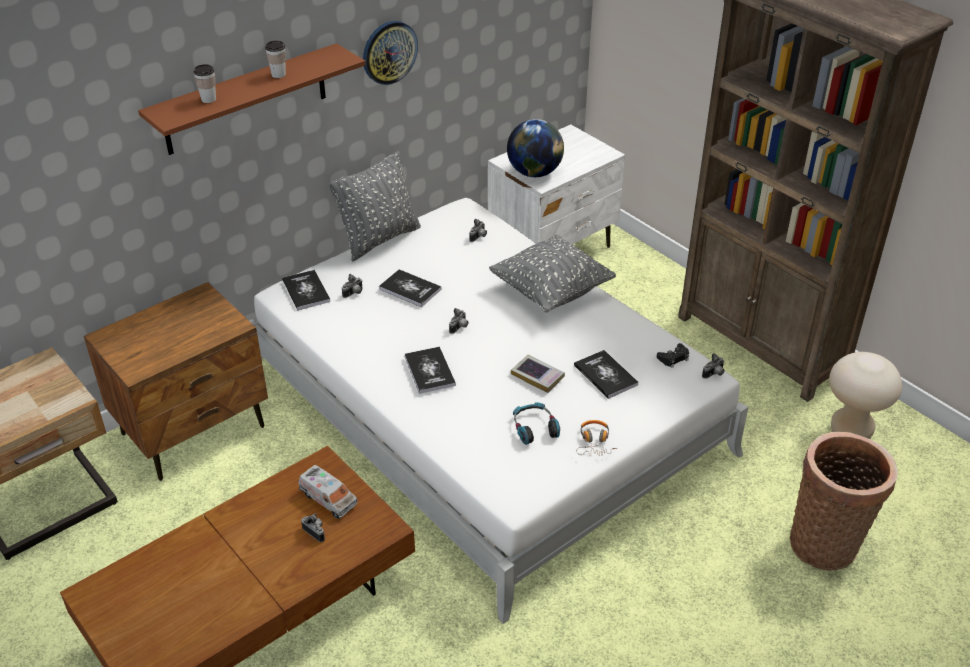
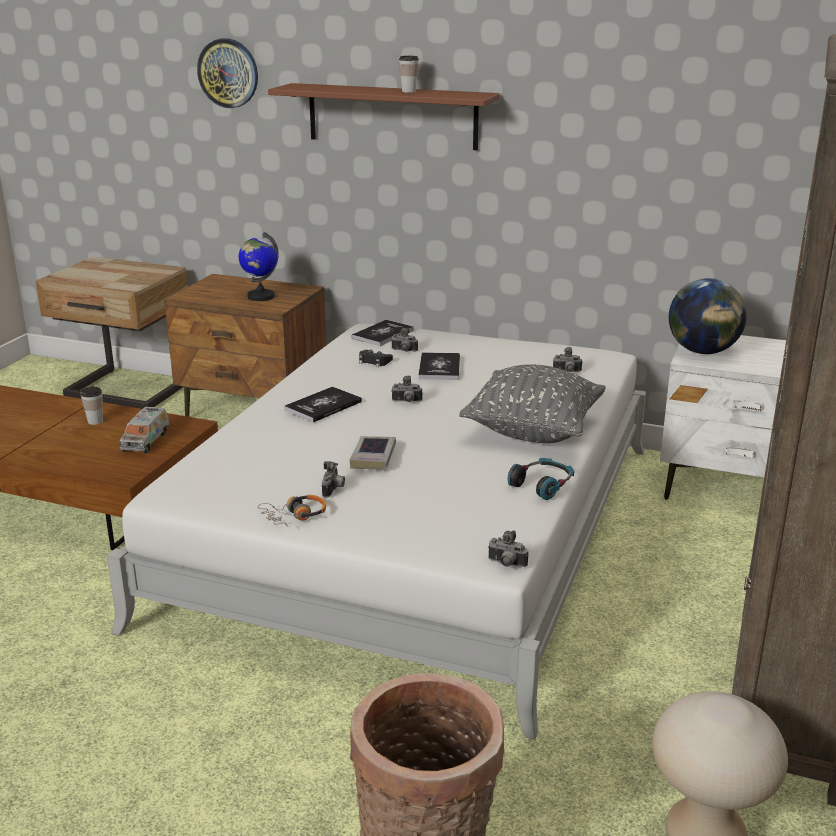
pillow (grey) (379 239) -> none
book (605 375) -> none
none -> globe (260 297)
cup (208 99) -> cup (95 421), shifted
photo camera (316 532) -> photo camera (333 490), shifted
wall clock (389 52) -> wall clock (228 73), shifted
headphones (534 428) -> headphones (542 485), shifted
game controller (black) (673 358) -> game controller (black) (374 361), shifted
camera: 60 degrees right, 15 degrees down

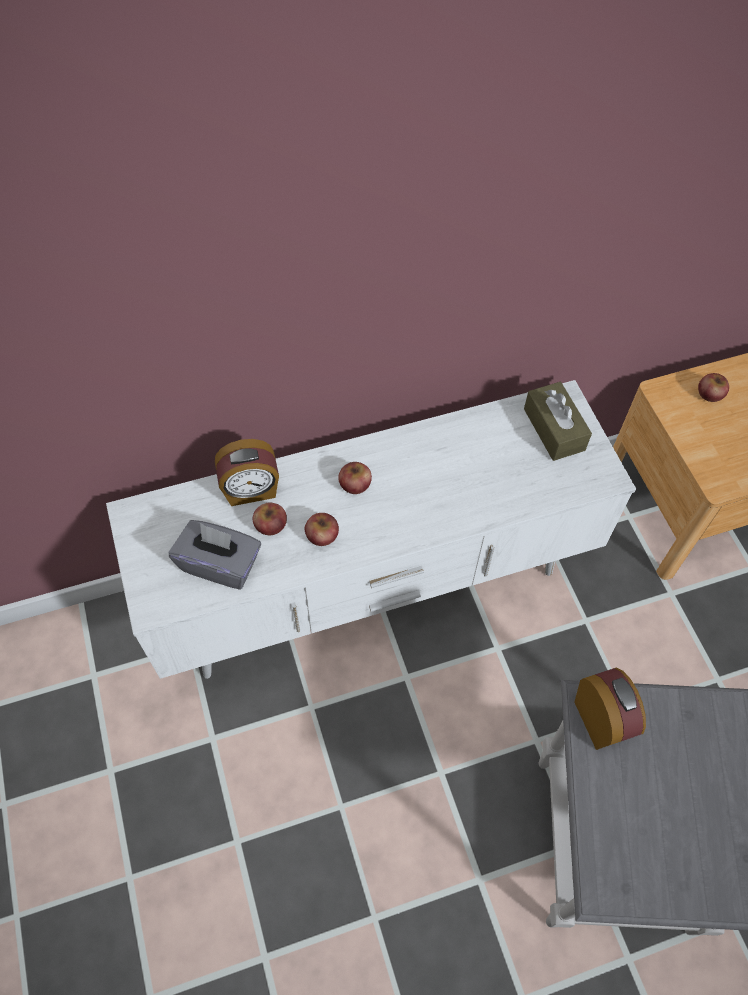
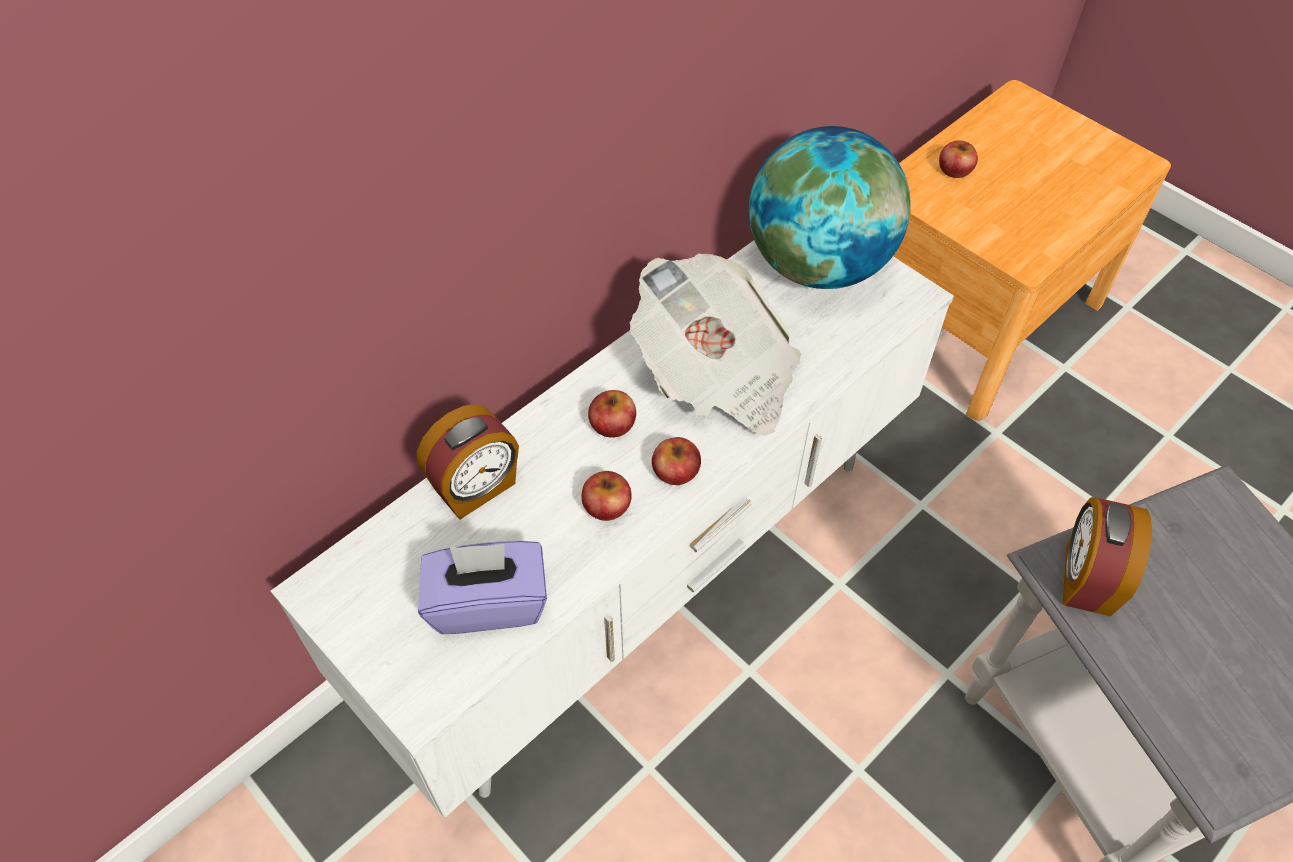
none -> newspaper (716 374)
apple (270 524) -> apple (676 471), shifted
tissue box (brown) (554 429) -> globe (819 265)
tissue box (grey) (220 564) -> tissue box (purple) (488 602)
alarm clock (601 720) -> alarm clock (1085 579), 120 degrees counterclockwise
camera: 25 degrees left, 5 degrees down

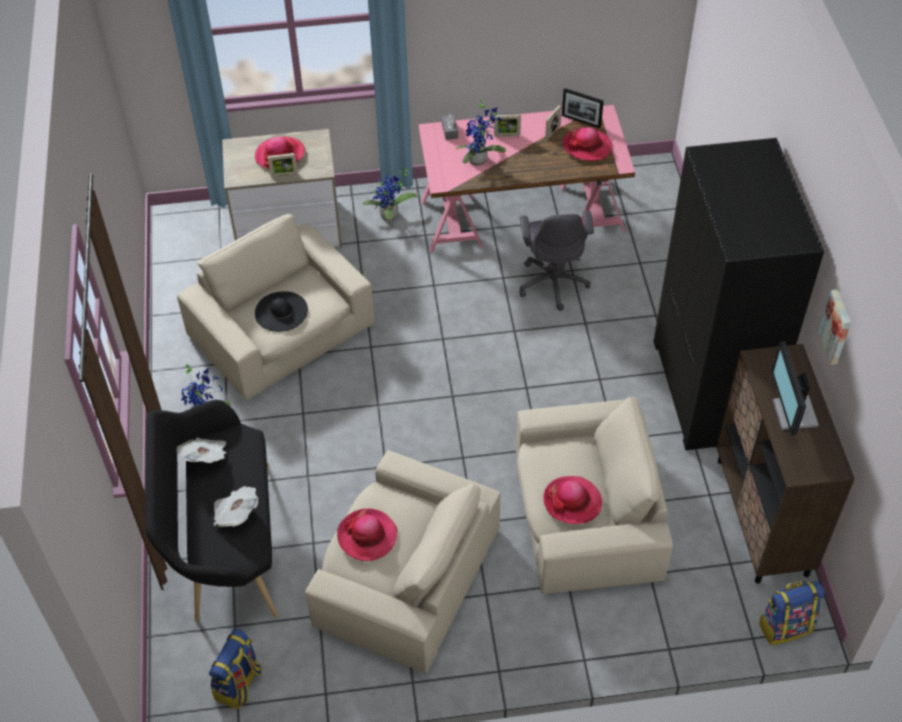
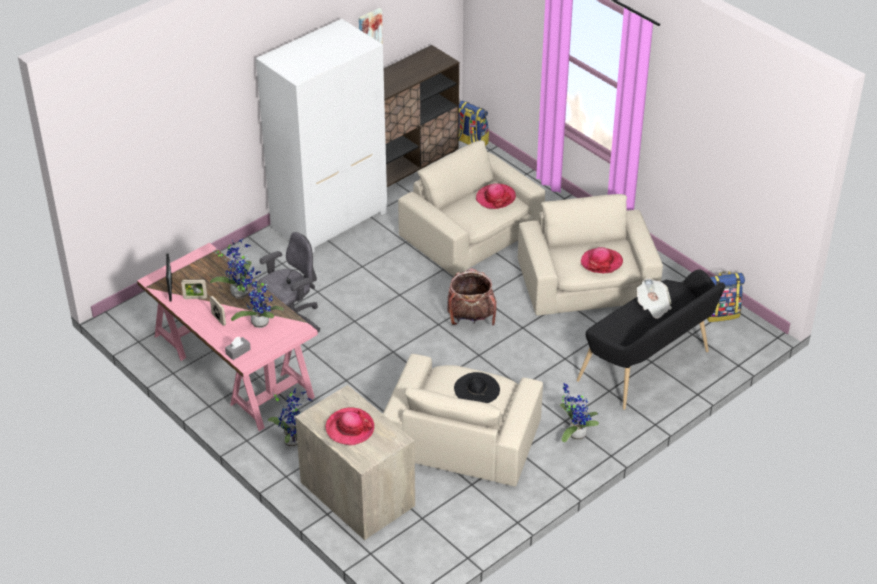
newspaper (206 457) -> none
picture frame (284 175) -> none
hat (587 146) -> none
monitor (793 414) -> none
none -> potted plant (240 292)
none -> backpack (471 317)
wardrobe (black) (710 391) -> wardrobe (white) (329 218)
camera: 125 degrees left, 10 degrees down

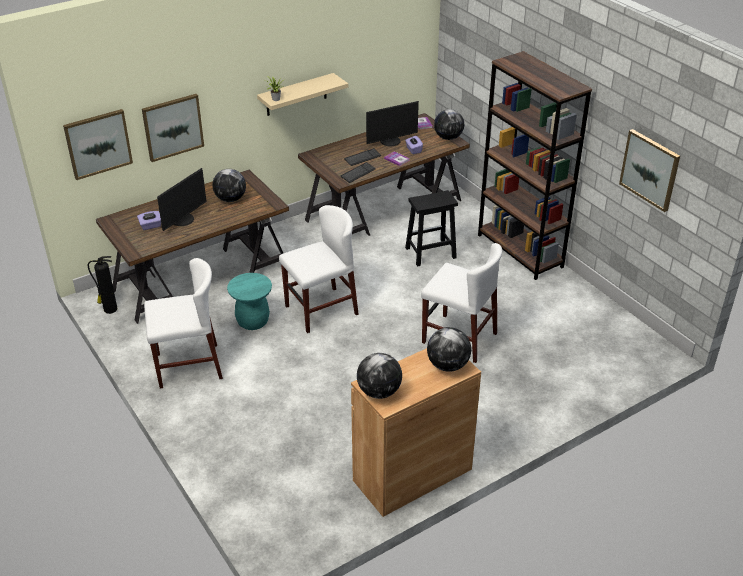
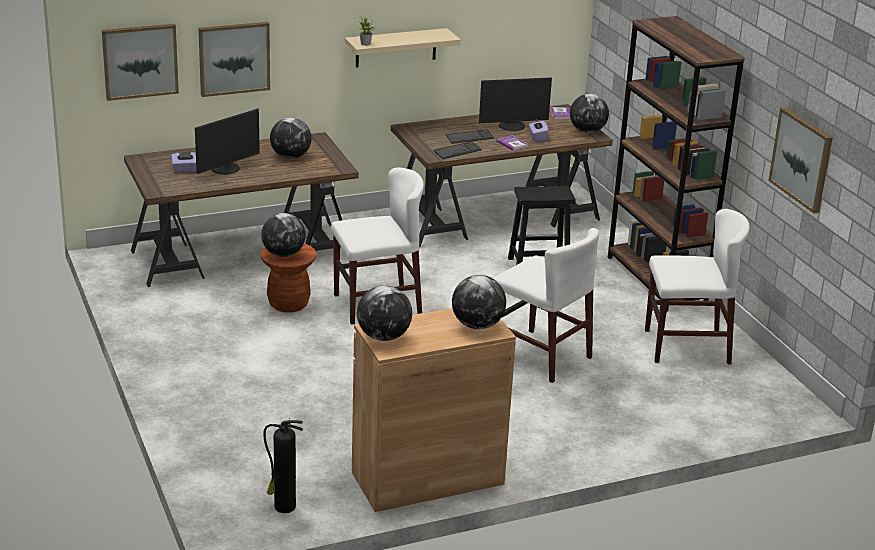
none -> globe (283 254)
fire extinguisher (109 309) -> fire extinguisher (283 506), shifted
chair (white) (188 366) -> chair (white) (686 346), shifted
stool (turquoise) (253 321) -> stool (brown) (288 304)
camera: 10 degrees right, 10 degrees down

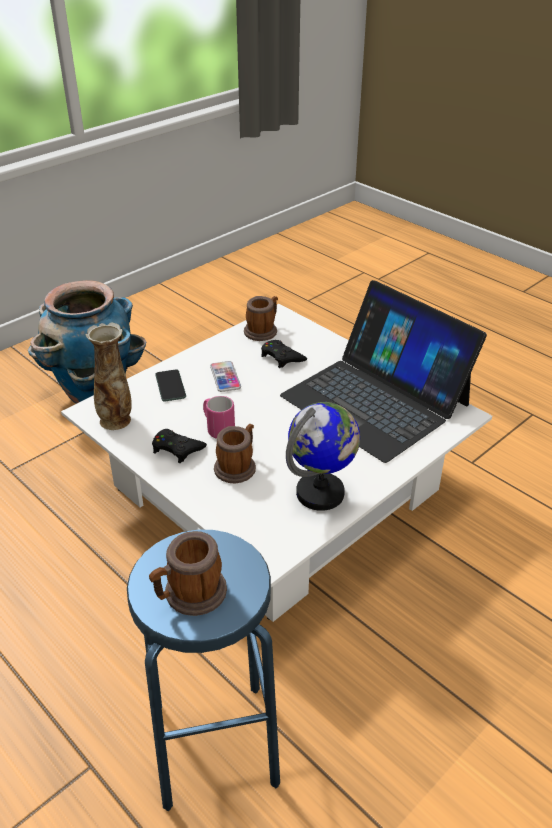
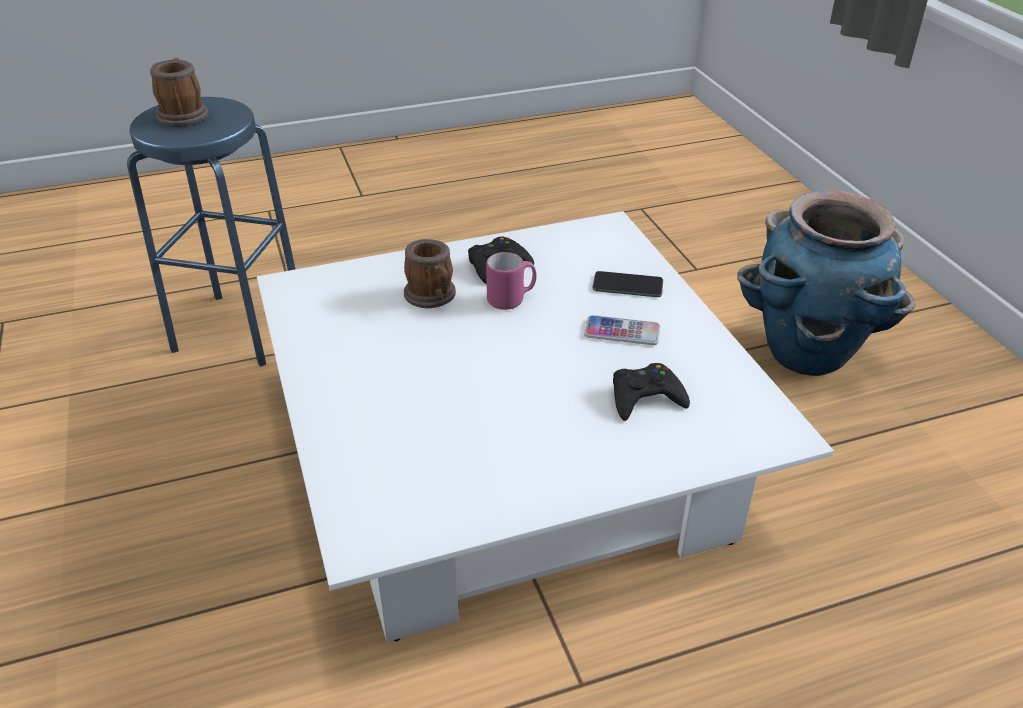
vase (116 420) -> none
mug (263 330) -> none
laptop (375 399) -> none
globe (321 493) -> none
camera: 115 degrees right, 0 degrees up

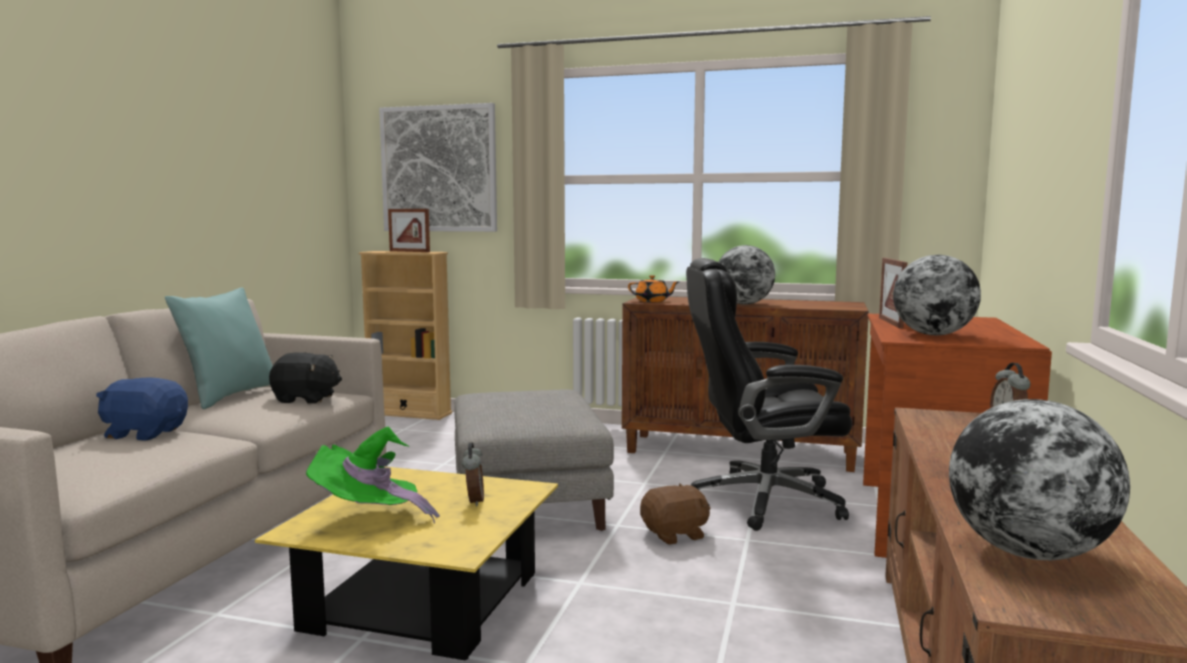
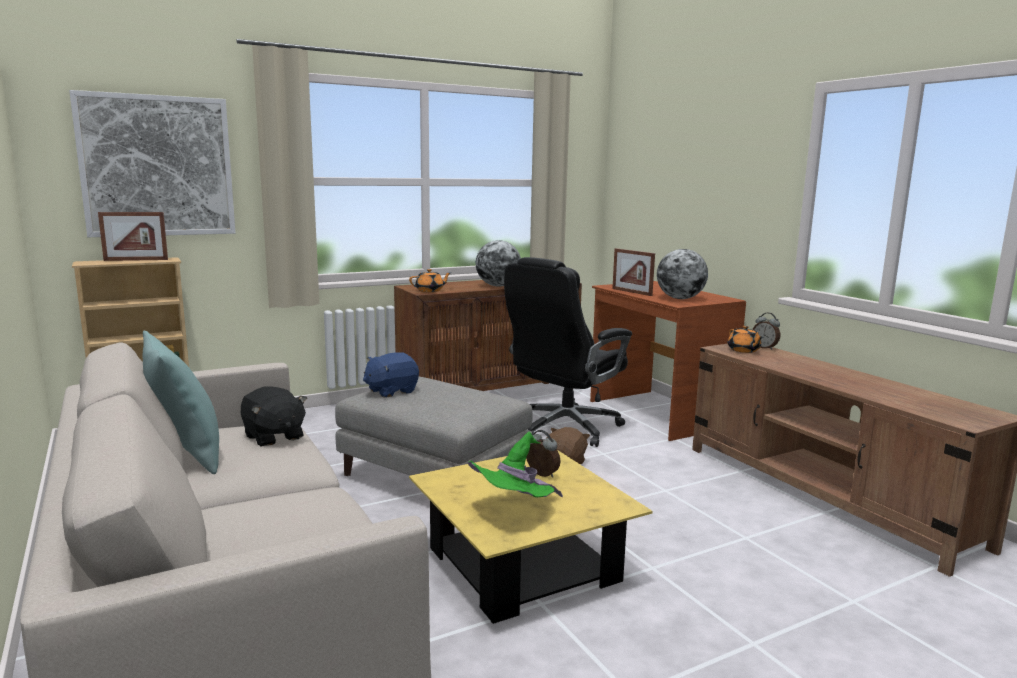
globe (1028 552) -> none
none -> teapot (orange) (744 350)
plush toy (blue) (145 433) -> plush toy (blue) (391 391), shifted
plush toy (black) (306 399) -> plush toy (black) (273 437), 90 degrees clockwise
camera: 45 degrees left, 5 degrees up

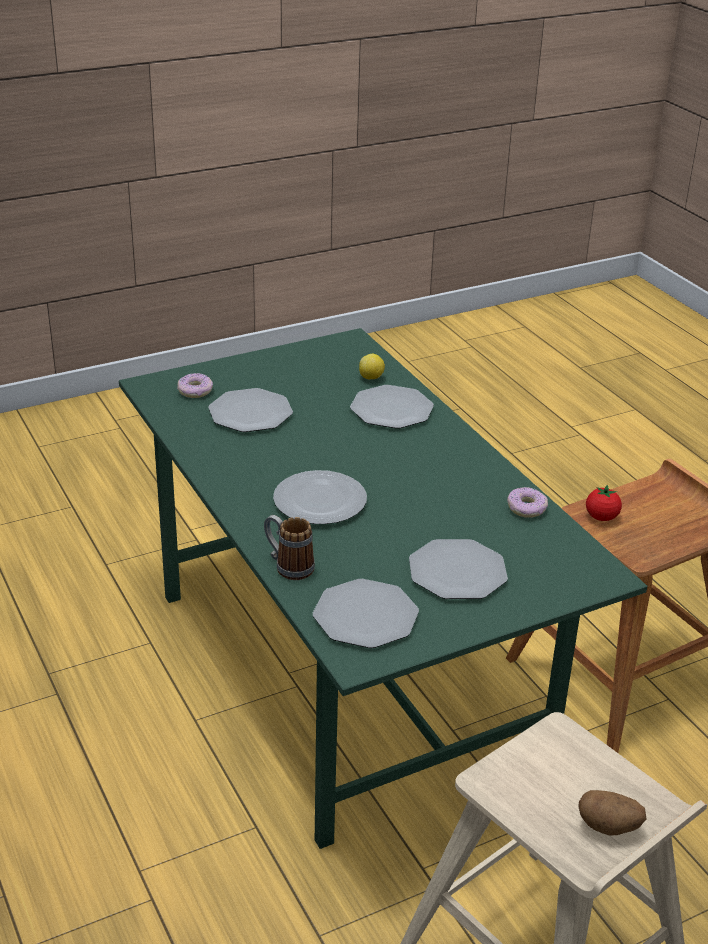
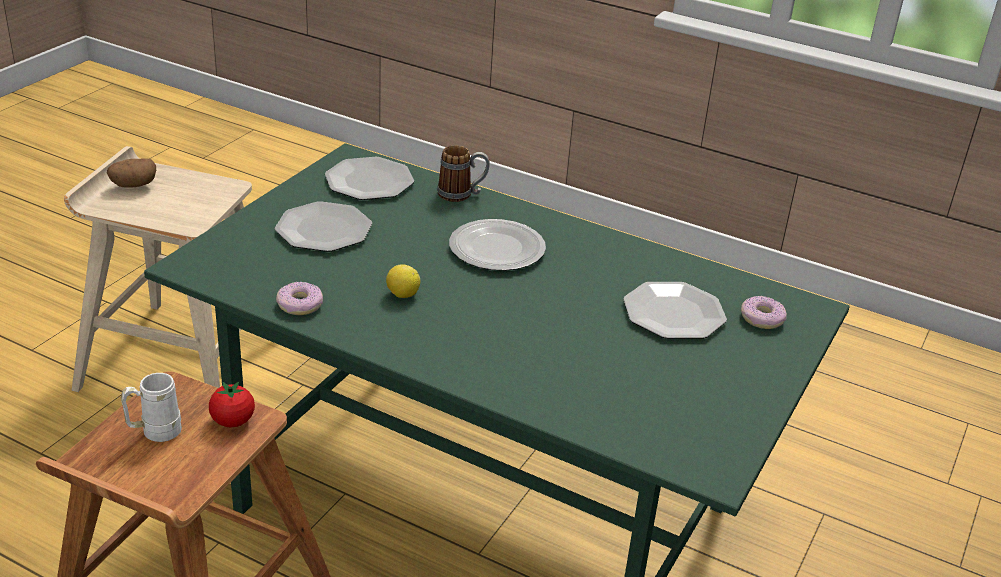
plate (391 409) -> none
none -> mug (white) (154 433)
lemon (371 378) -> lemon (402 295), shifted
camera: 145 degrees right, 0 degrees up

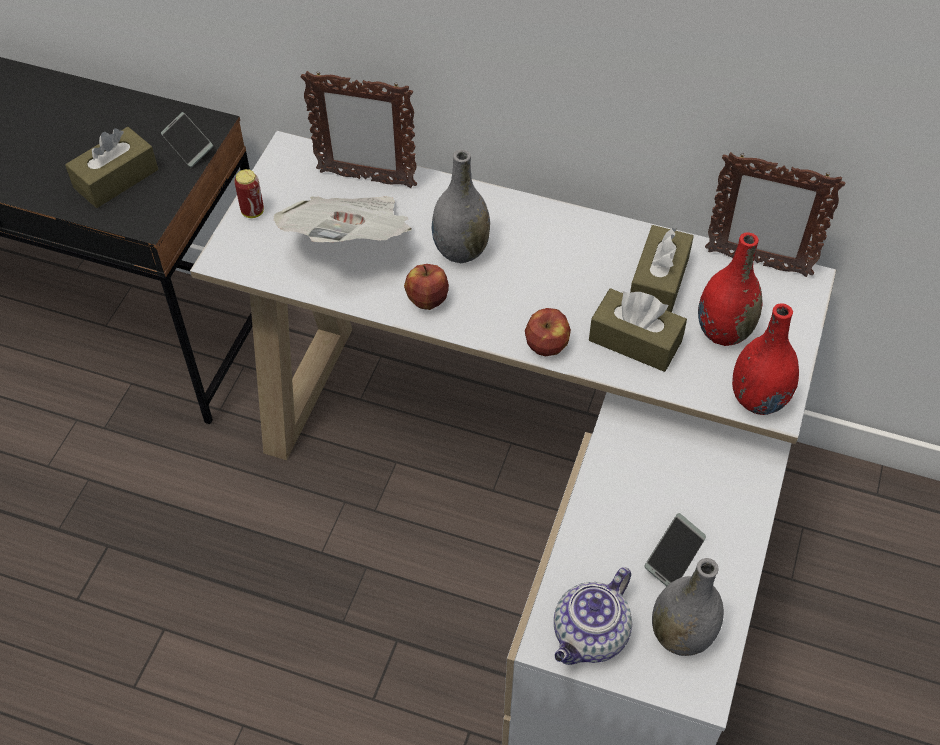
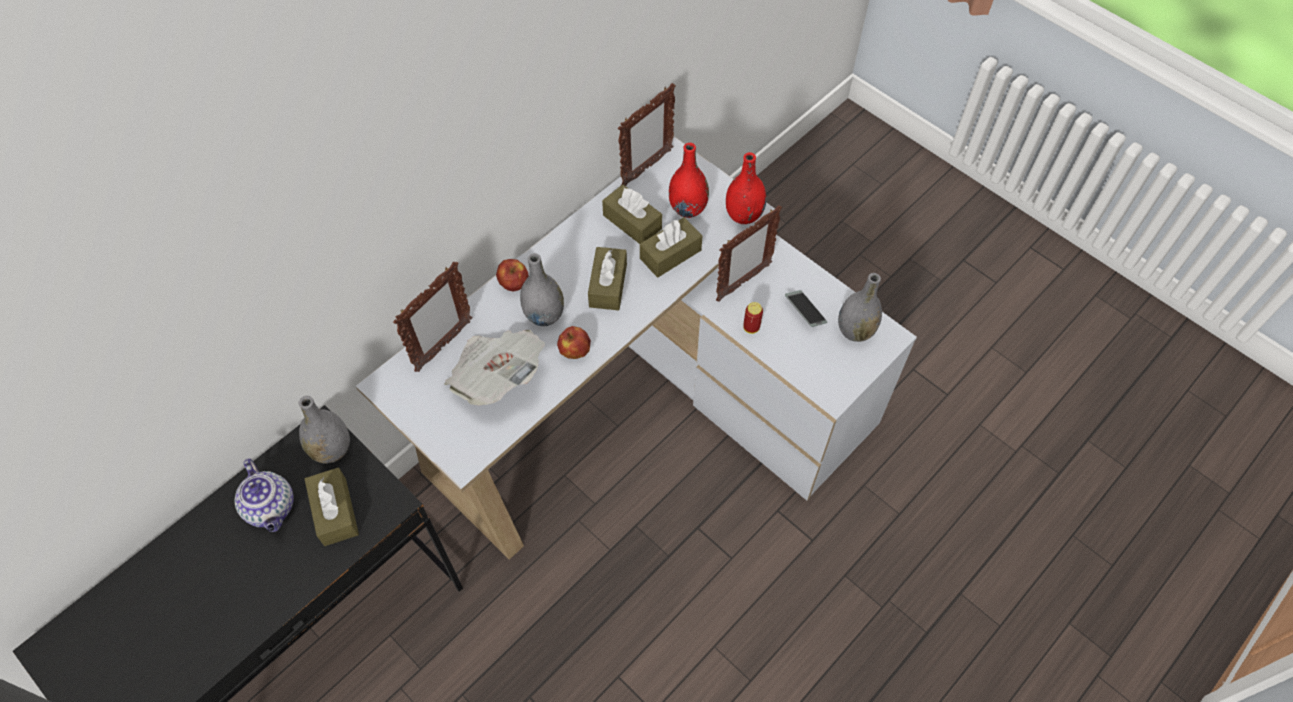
none -> tissue box (brown) (608 285)
none -> picture frame (742 283)
can (252 211) -> can (751 327), shifted
apple (547 345) -> apple (513 283), shifted
teapot (590 637) -> teapot (272 508), shifted
phone (188 144) -> vase (grey) (332 449)
camera: 65 degrees left, 5 degrees up

